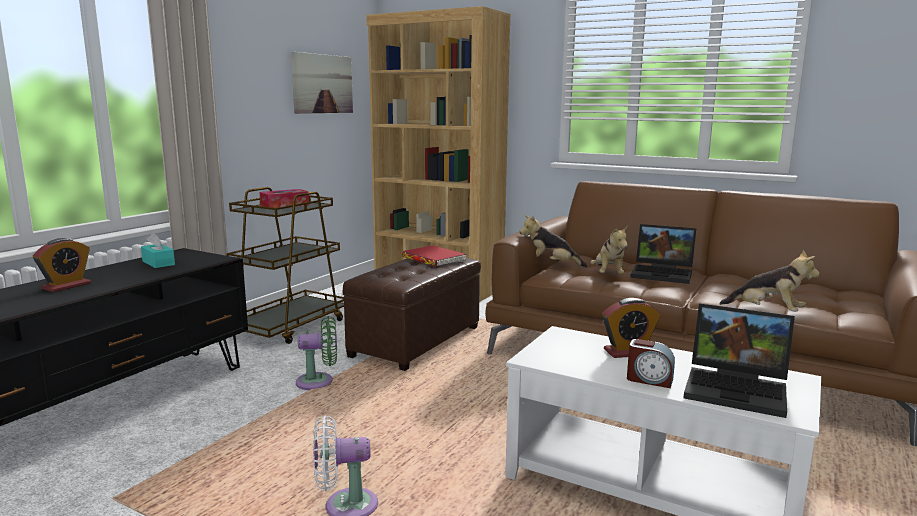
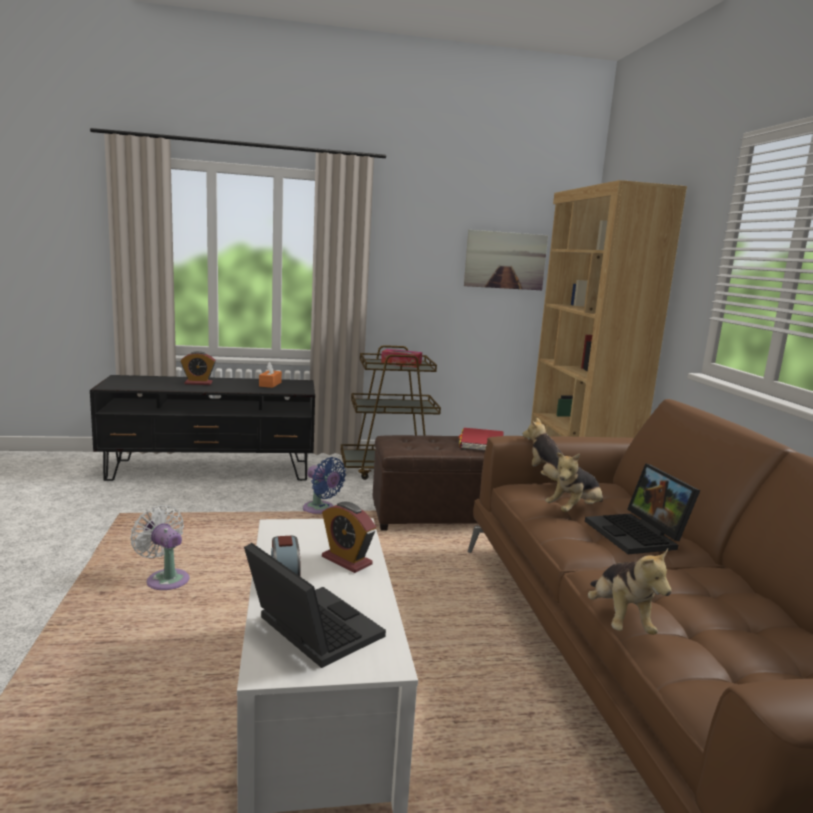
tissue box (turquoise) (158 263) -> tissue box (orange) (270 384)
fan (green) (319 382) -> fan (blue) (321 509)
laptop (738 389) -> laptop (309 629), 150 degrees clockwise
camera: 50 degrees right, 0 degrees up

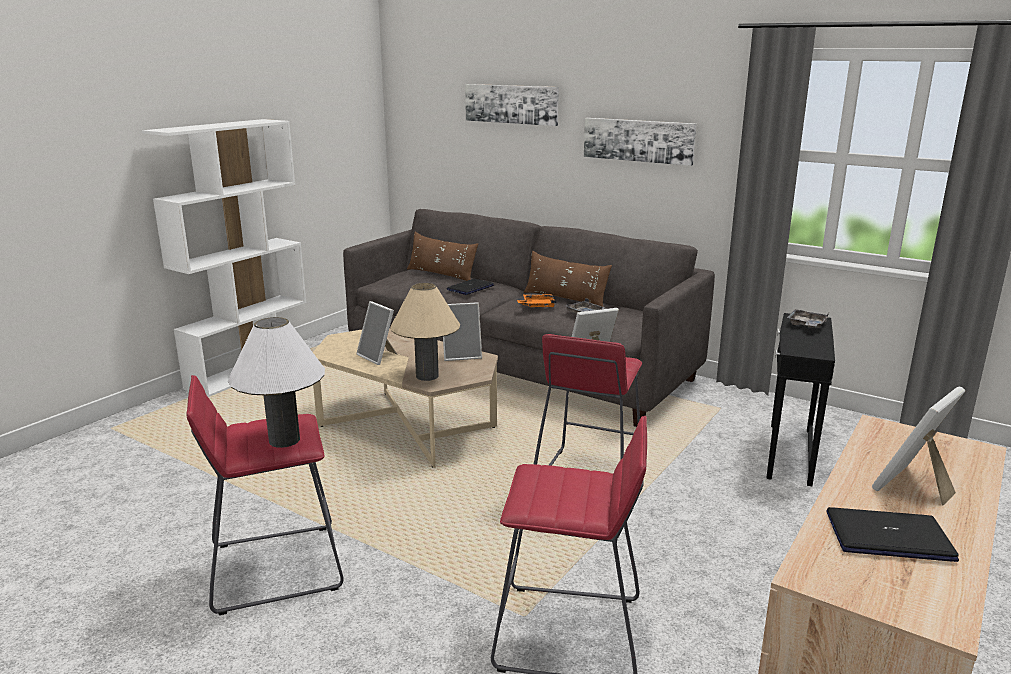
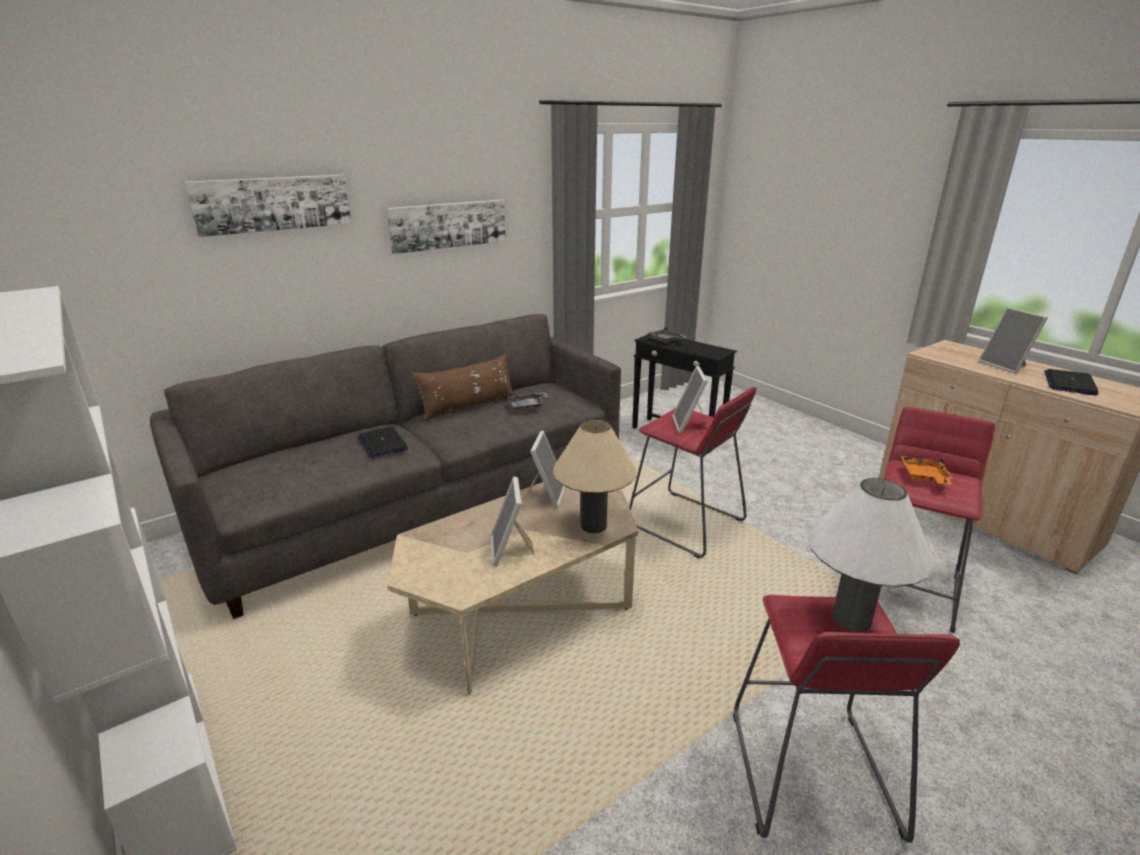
pillow (brown) (441 274) -> none
tray (orange) (537 306) -> tray (orange) (924 477), shifted
picture frame (378 357) -> picture frame (510 550), 105 degrees clockwise
camera: 70 degrees left, 5 degrees up

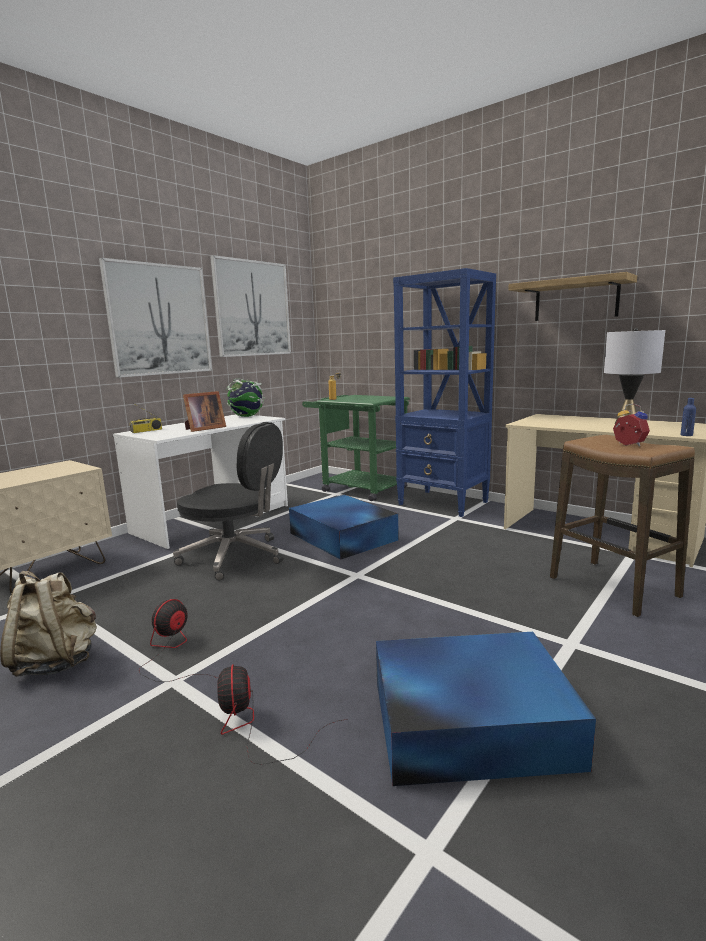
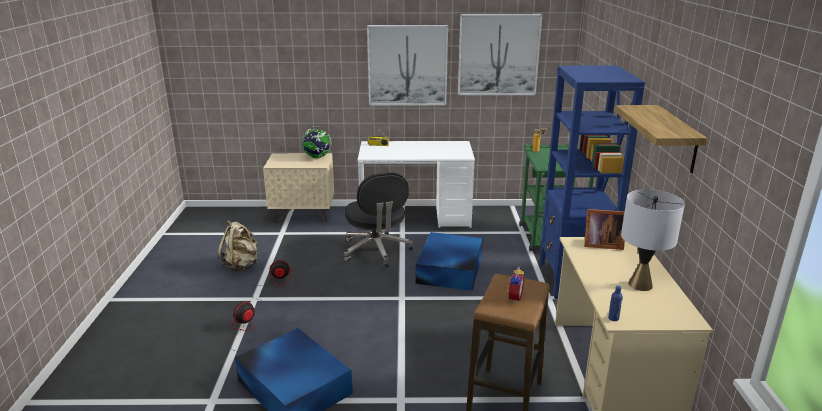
picture frame (203 429) -> picture frame (601 244), shifted
globe (247 416) -> globe (317 157), shifted
camera: 50 degrees right, 10 degrees up

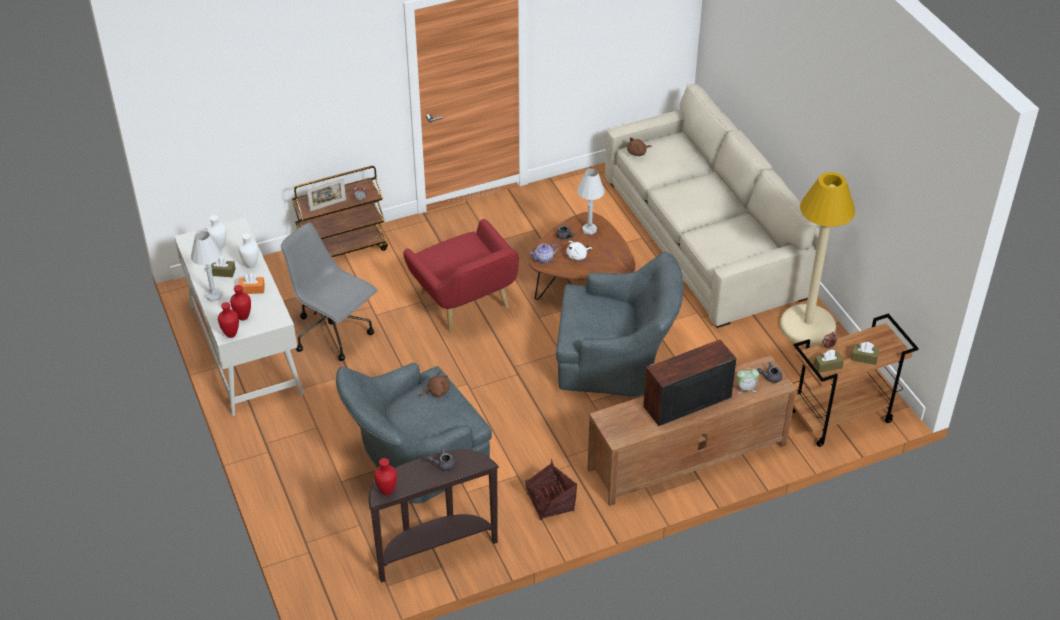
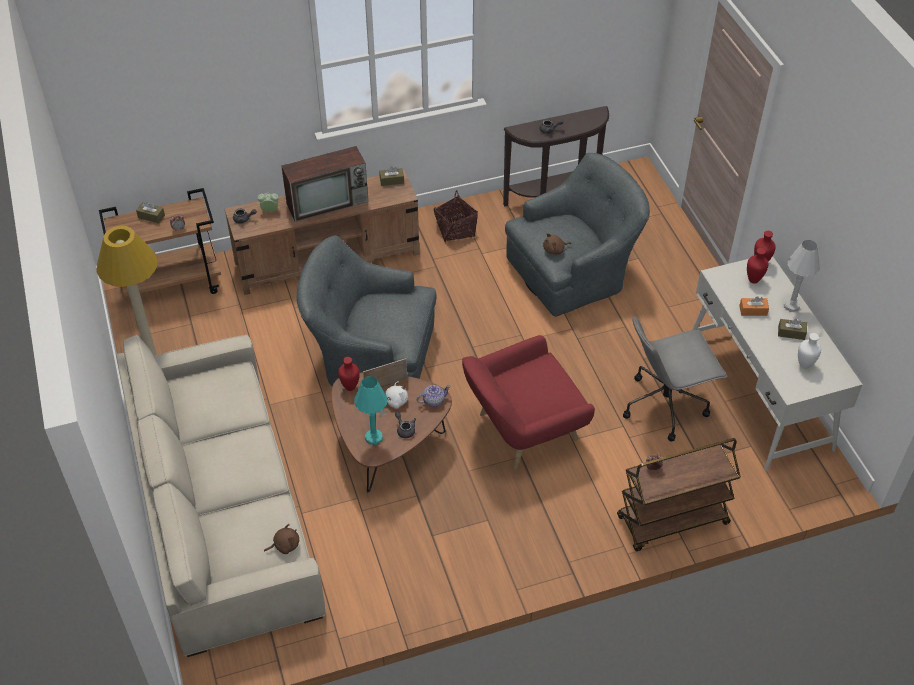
vase (white) (250 265) -> none
picture frame (328 205) -> picture frame (386 385), shifted
vase (red) (386 491) -> vase (red) (351 387), shifted
tissue box (brown) (827 366) -> tissue box (brown) (392 180), shifted
table lamp (white) (589 230) -> table lamp (turquoise) (374 437)
office chair (grey) (334 334) -> office chair (grey) (666 405), 120 degrees clockwise
armchair (red) (466 305) -> armchair (red) (522 431), 90 degrees counterclockwise
camera: 175 degrees left, 5 degrees up

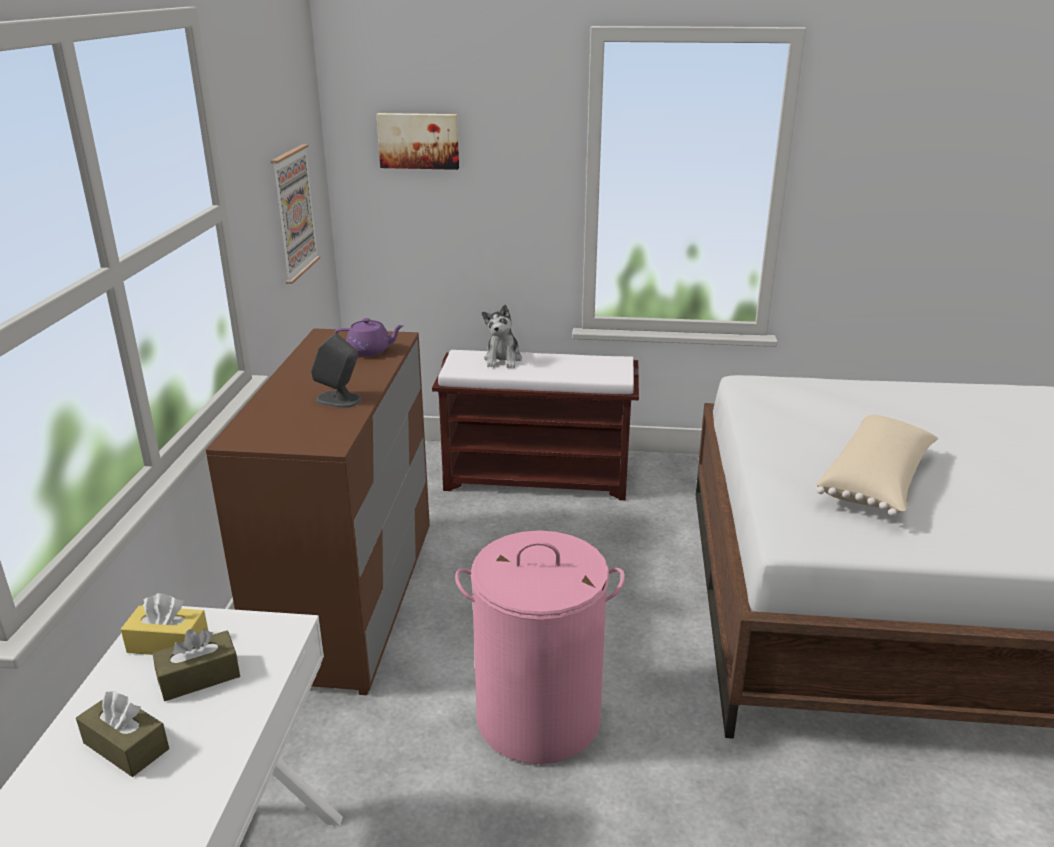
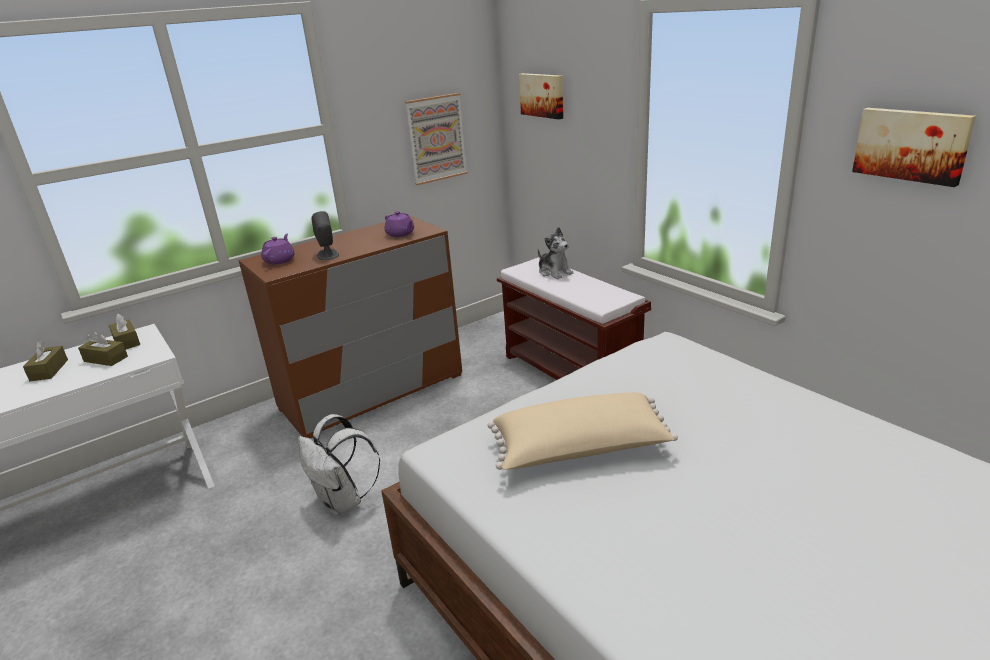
none -> teapot (purple) (280 260)
none -> picture (911 145)
laundry basket (pink) (539 717) -> backpack (white) (343 501)
tissue box (yellow) (168 643) -> tissue box (brown) (126 342)
plush toy (503 359) -> plush toy (554 272), 90 degrees counterclockwise
camera: 50 degrees right, 0 degrees up

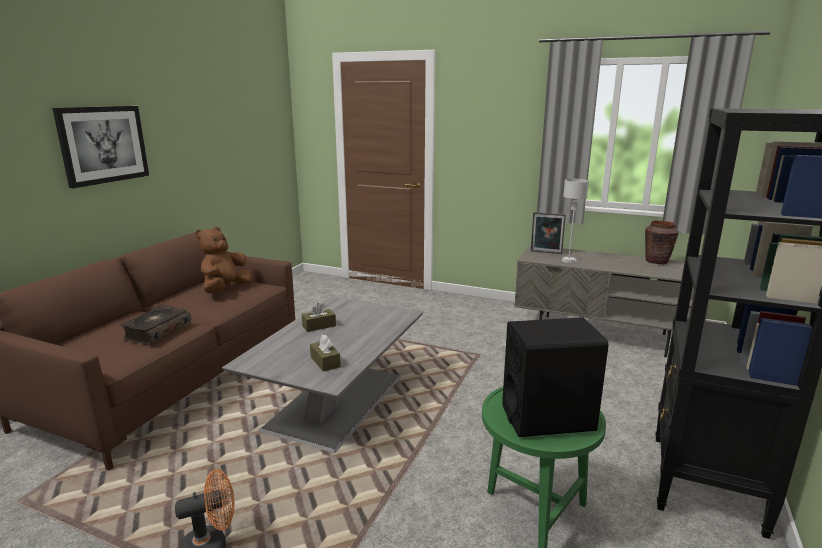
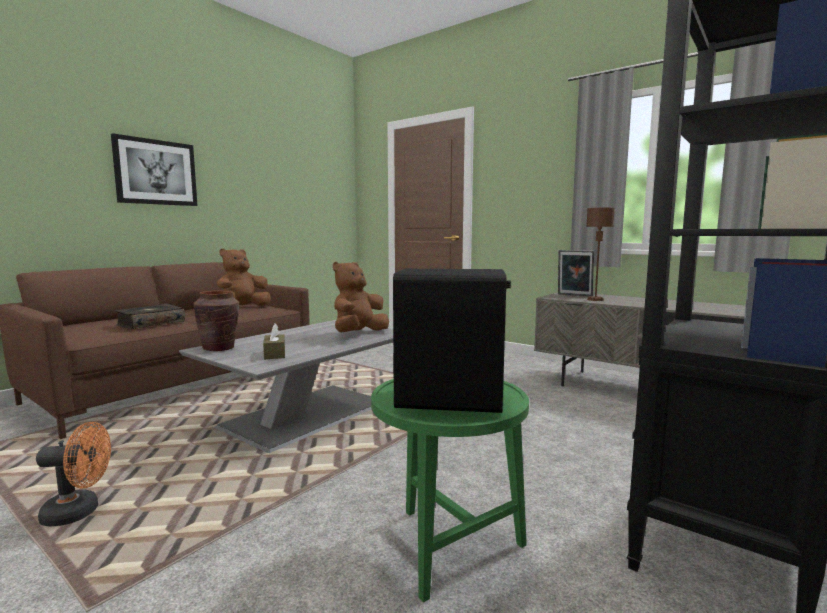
tissue box (brown) (319 326) -> none
none -> plush toy (brown) (358 334)
vase (brown) (656 261) -> vase (brown) (219 348), shifted
table lamp (grey) (569 260) -> table lamp (brown) (595 299)
camera: 15 degrees right, 10 degrees down

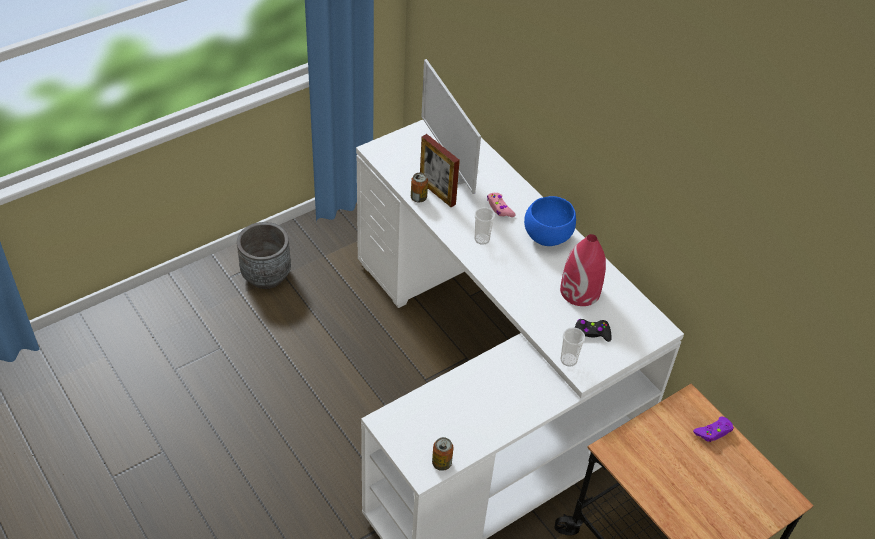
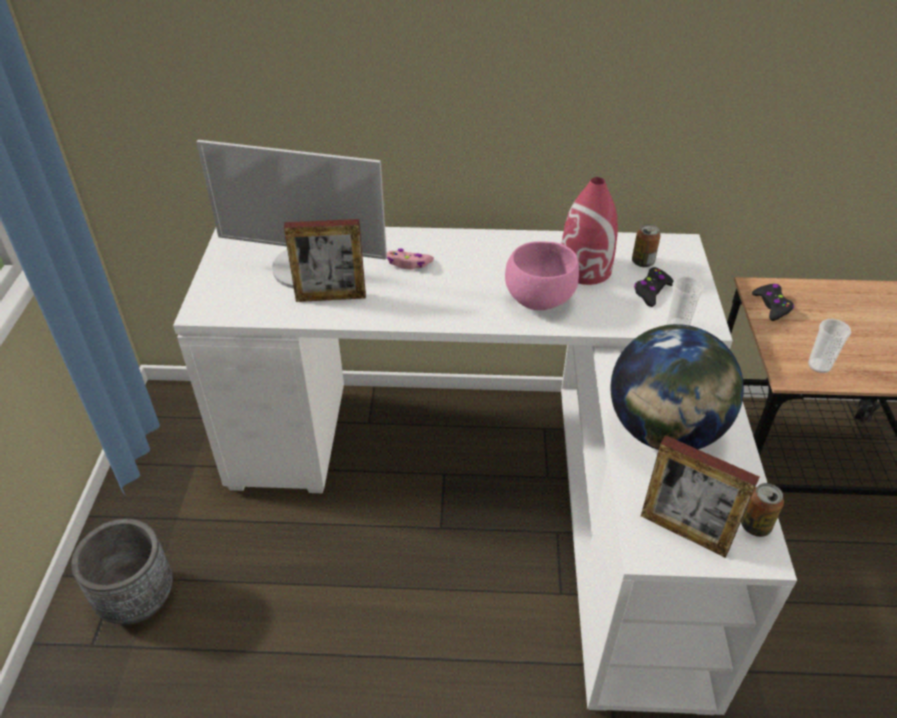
bowl (blue) (546 236) -> none
game controller (purple) (713 432) -> none
none -> bowl (pink) (538 299)
none -> globe (664 431)
none -> picture frame (684 532)
none -> game controller (black) (772 306)
can (418 198) -> can (642 262), shifted
cup (482 239) -> cup (819 366), shifted
camera: 50 degrees left, 5 degrees down

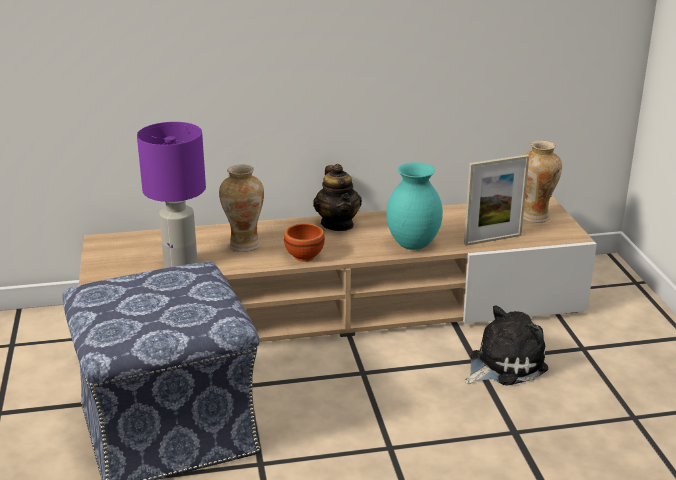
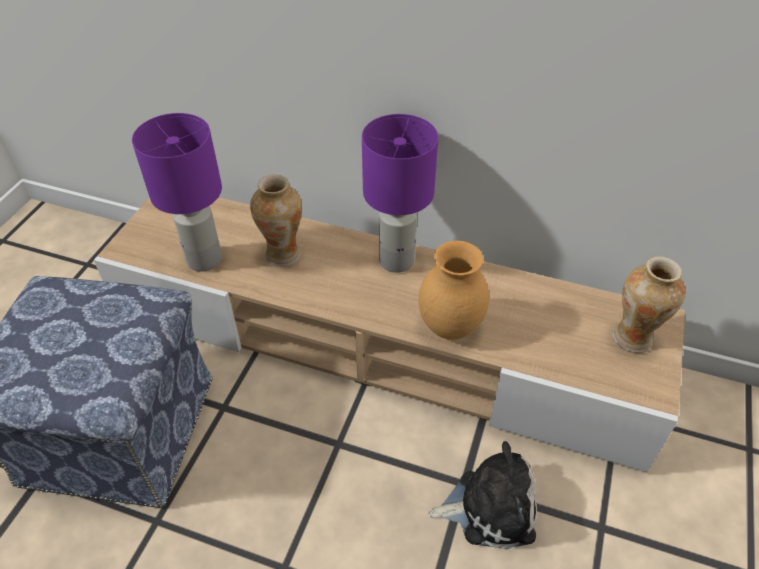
bowl (brown) (303 256) -> none
picture frame (492 239) -> none
teapot (337 224) -> table lamp (purple) (397 260)
vase (turquoise) (414 245) -> vase (brown) (450 328)
camera: 30 degrees right, 20 degrees up

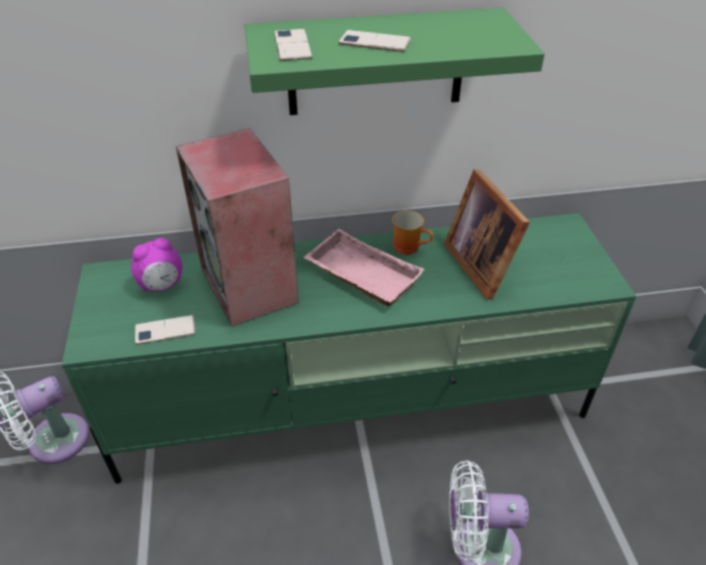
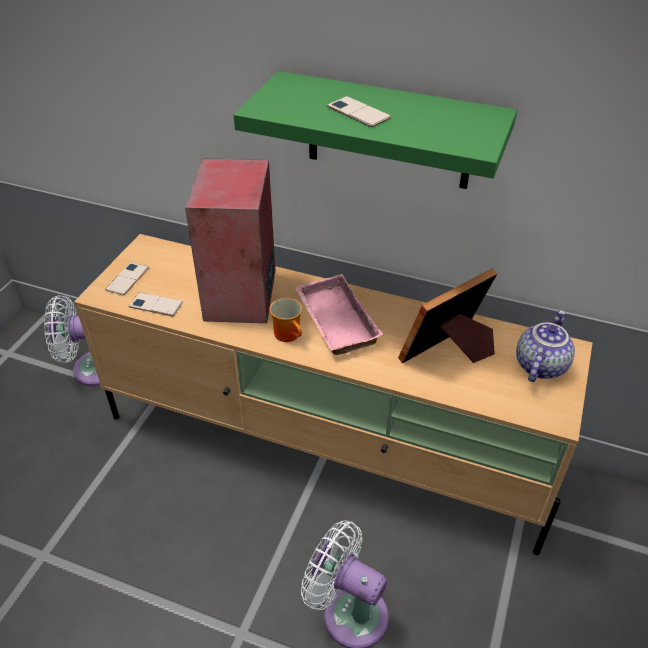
alarm clock (162 286) -> none
none -> teapot (539 365)
phone (292 45) -> phone (127 279), shifted
mug (409 246) -> mug (290 334), shifted
tv stand (green) (355 409) -> tv stand (beige) (327 447)
picture frame (482 264) -> picture frame (449 352), 45 degrees clockwise
camera: 30 degrees right, 0 degrees up

